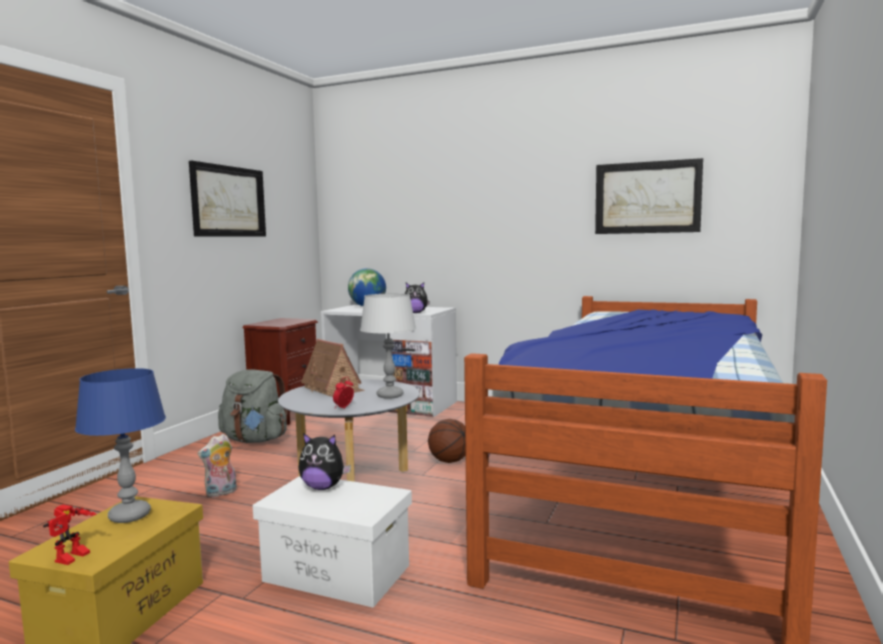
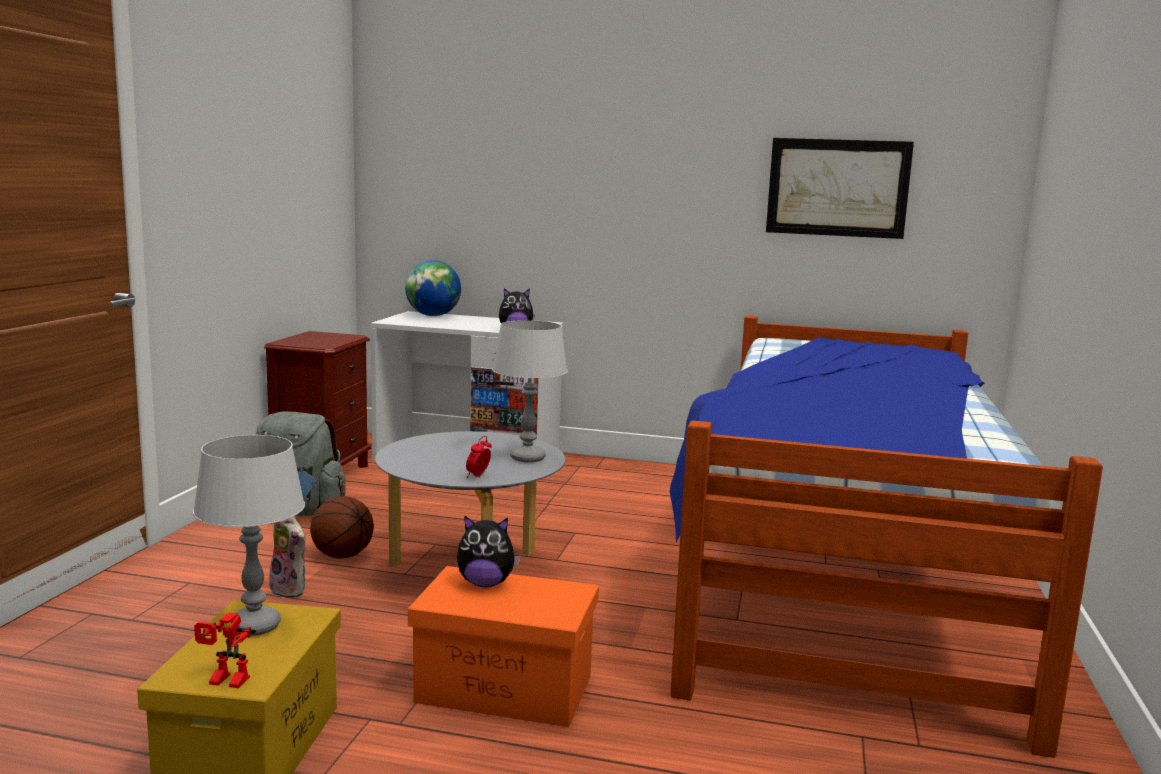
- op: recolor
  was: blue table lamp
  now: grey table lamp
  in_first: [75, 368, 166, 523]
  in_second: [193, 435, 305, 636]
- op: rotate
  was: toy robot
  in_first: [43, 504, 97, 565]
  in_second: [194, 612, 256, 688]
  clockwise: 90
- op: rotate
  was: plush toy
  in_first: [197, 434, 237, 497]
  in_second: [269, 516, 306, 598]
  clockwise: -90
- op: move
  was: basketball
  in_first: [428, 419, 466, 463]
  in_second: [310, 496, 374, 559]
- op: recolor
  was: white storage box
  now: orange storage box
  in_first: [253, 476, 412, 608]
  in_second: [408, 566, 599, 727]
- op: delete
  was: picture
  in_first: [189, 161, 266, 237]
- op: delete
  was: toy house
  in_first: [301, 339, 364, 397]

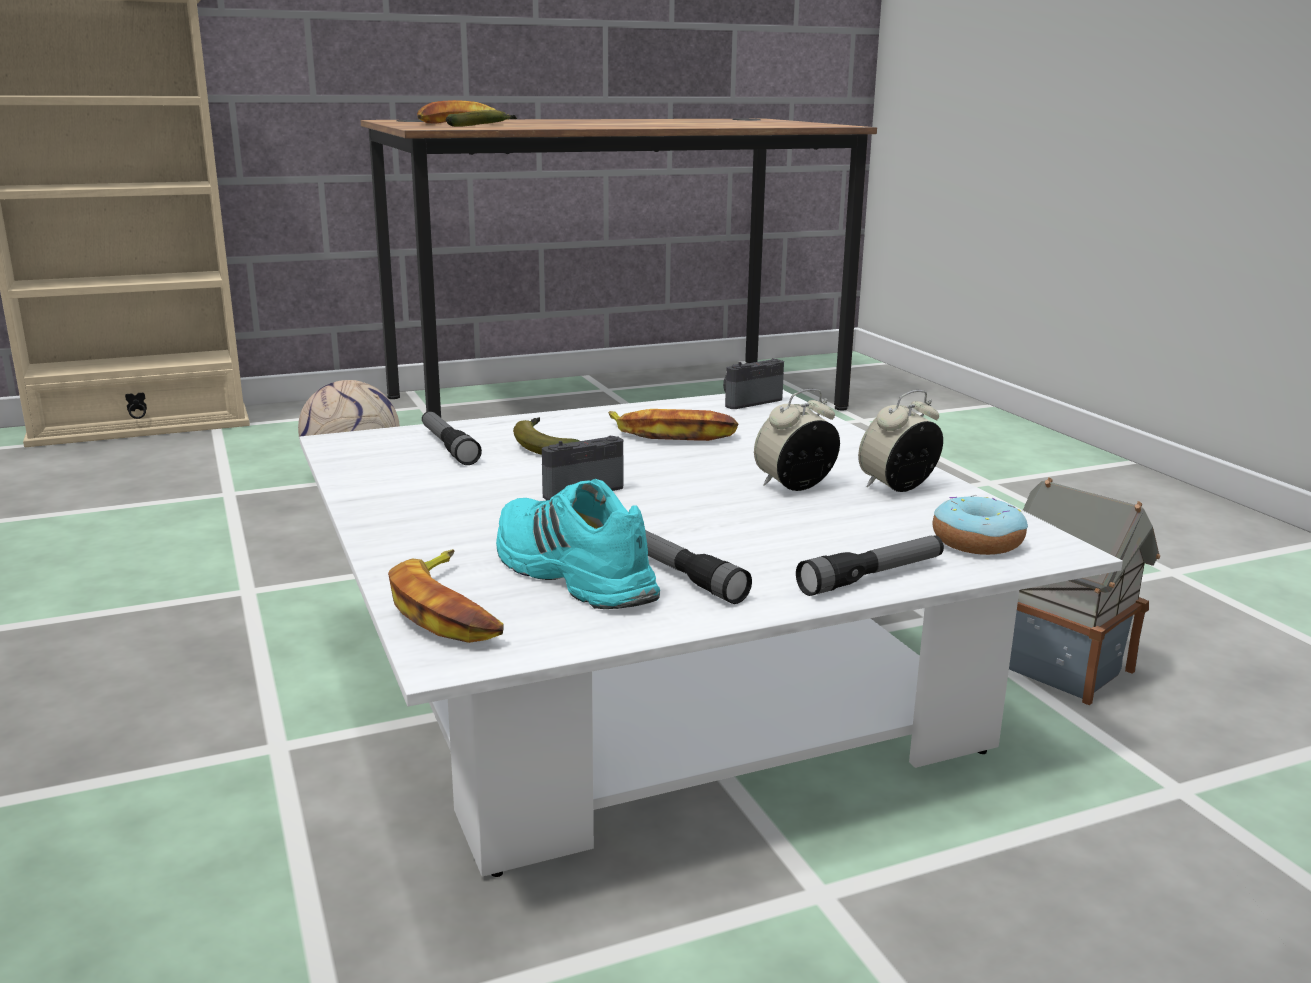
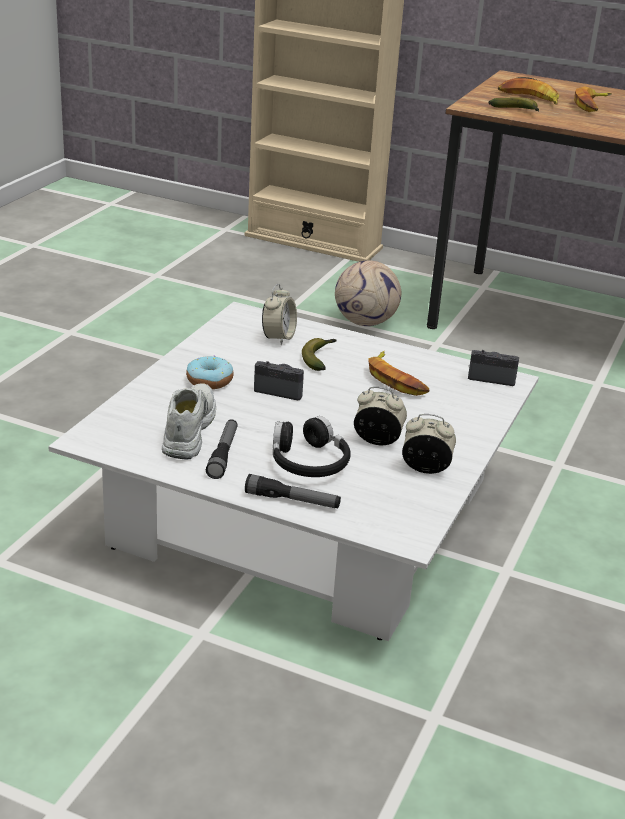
- op: recolor
  was: turquoise shoe
  now: white shoe
  in_first: [496, 479, 660, 609]
  in_second: [162, 383, 216, 460]
- op: move
  was: donut
  in_first: [932, 495, 1028, 555]
  in_second: [186, 356, 233, 389]
- op: replace
  was: flashlight
  now: alarm clock
  in_first: [422, 411, 482, 465]
  in_second: [262, 284, 297, 345]
- op: insert
  now: black headphones
  in_second: [273, 416, 351, 477]
- op: move
  was: banana
  in_first: [388, 549, 504, 643]
  in_second: [574, 86, 612, 112]
- op: delete
  was: toy house
  in_first: [1009, 477, 1160, 705]

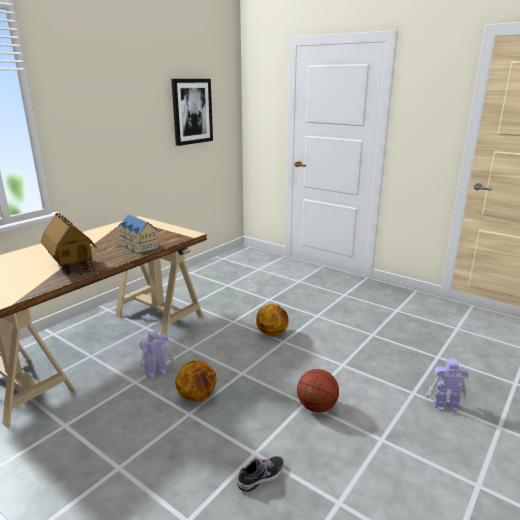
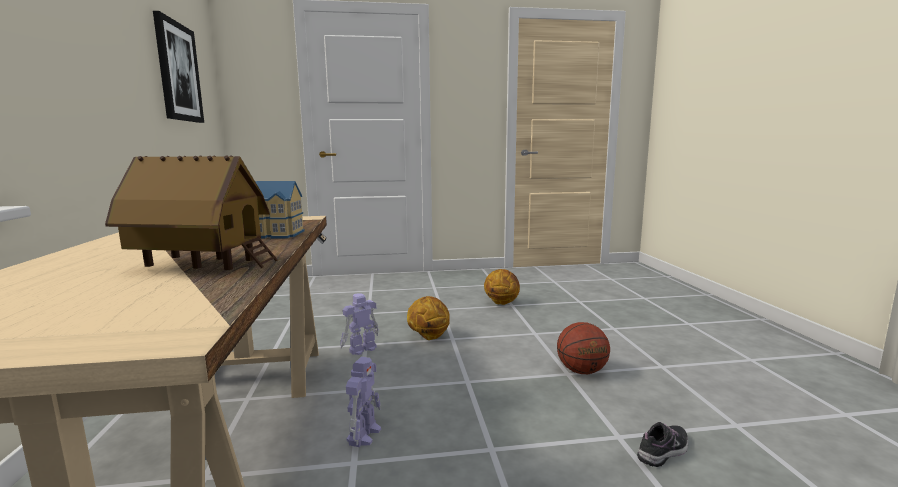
- op: move
  was: toy robot
  in_first: [425, 358, 469, 412]
  in_second: [340, 293, 379, 355]
- op: move
  was: basketball
  in_first: [175, 360, 217, 402]
  in_second: [484, 269, 520, 305]
- op: rotate
  was: shoe
  in_first: [237, 456, 284, 492]
  in_second: [637, 422, 688, 467]
  clockwise: 45

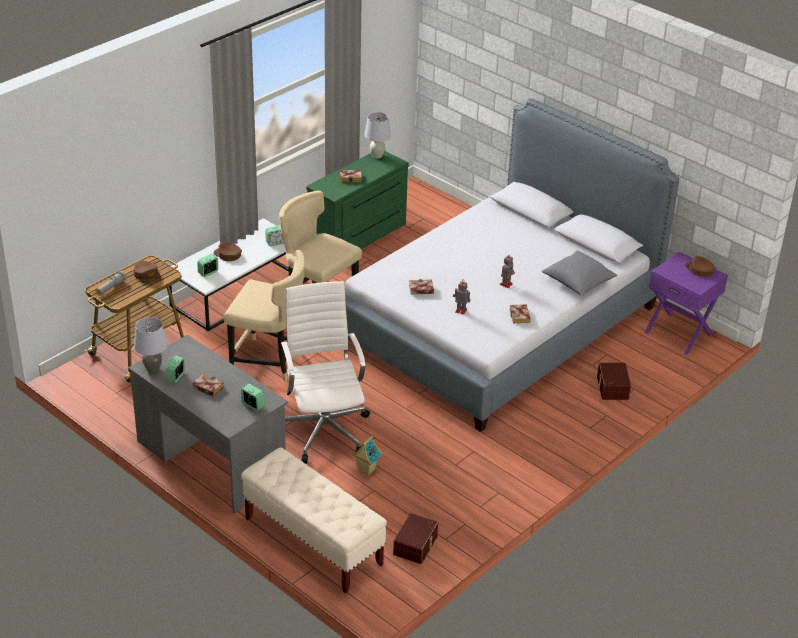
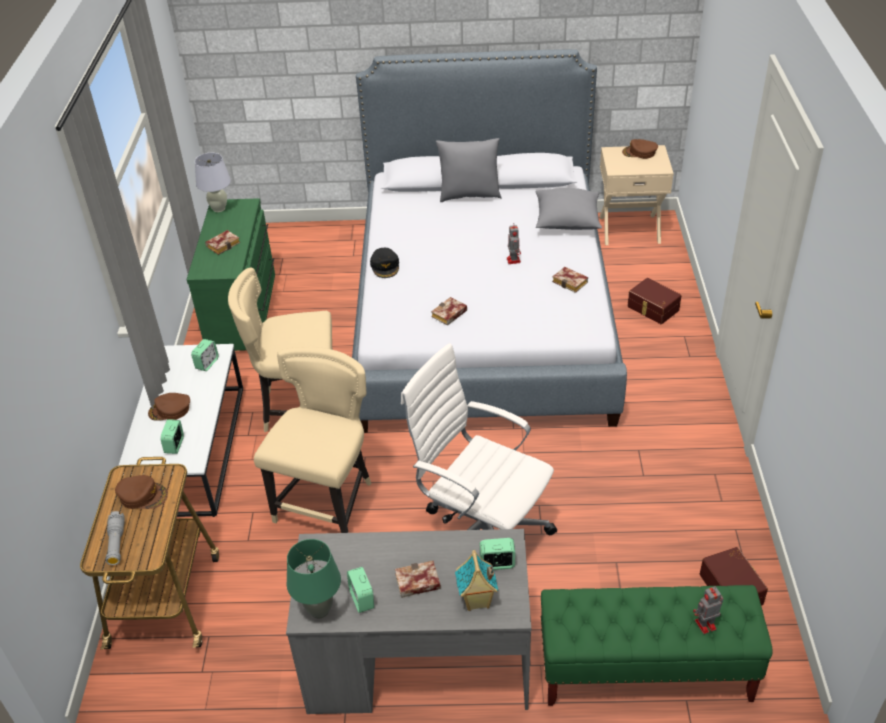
- op: rotate
  was: beige chair
  in_first: [224, 250, 305, 382]
  in_second: [254, 347, 372, 533]
  clockwise: -45
- op: recolor
  was: grey table lamp
  now: green table lamp
  in_first: [134, 317, 168, 373]
  in_second: [287, 539, 341, 619]
- op: insert
  now: black cap
  in_second: [370, 248, 399, 278]
- op: insert
  now: grey pillow
  in_second: [436, 138, 502, 202]
- op: move
  was: toy house
  in_first: [353, 436, 382, 476]
  in_second: [455, 550, 498, 611]
- op: recolor
  was: beige bench
  now: green bench
  in_first: [241, 447, 387, 593]
  in_second: [541, 585, 773, 706]
- op: recolor
  was: purple nightstand
  now: beige nightstand
  in_first: [644, 252, 728, 355]
  in_second: [600, 145, 674, 245]
- op: move
  was: toy robot
  in_first: [453, 281, 470, 314]
  in_second: [693, 586, 723, 634]

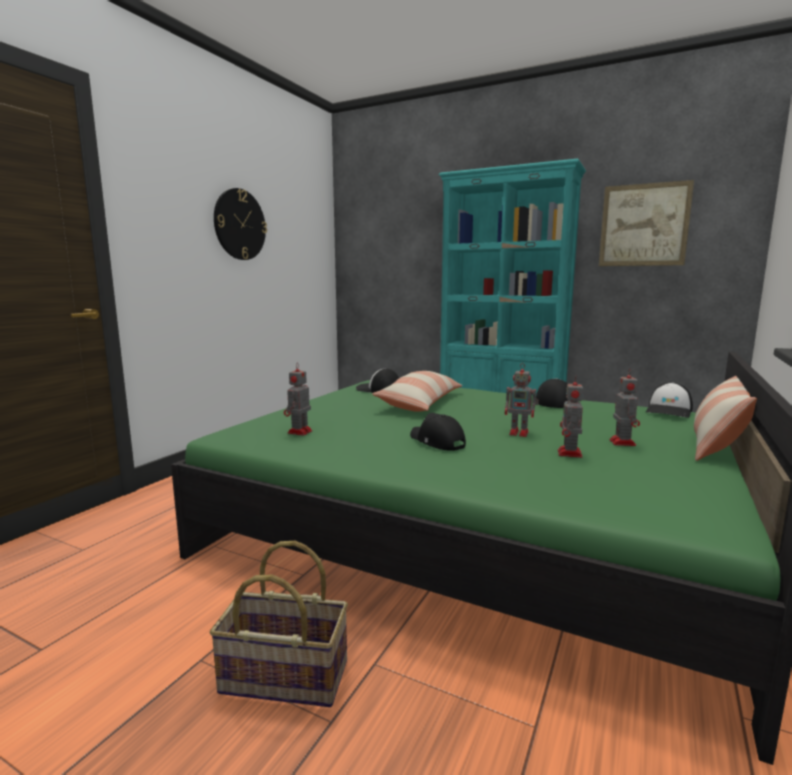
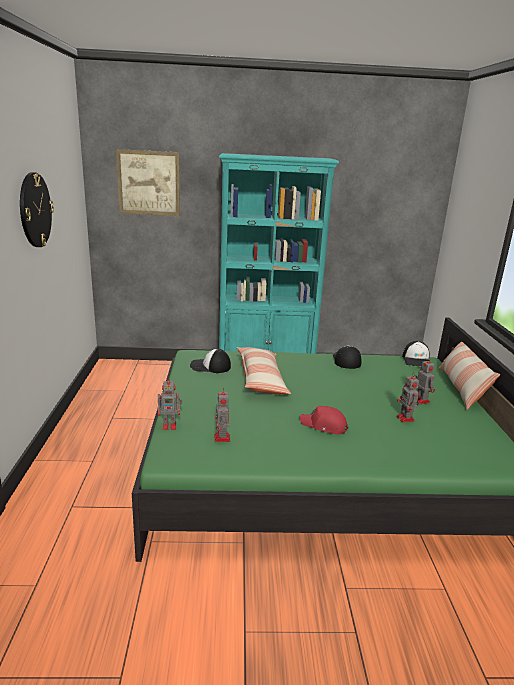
- op: move
  was: picture
  in_first: [599, 180, 694, 266]
  in_second: [116, 149, 180, 216]
- op: move
  was: toy robot
  in_first: [505, 363, 539, 437]
  in_second: [158, 377, 182, 430]
- op: recolor
  was: black cap
  now: red cap
  in_first: [410, 413, 466, 451]
  in_second: [300, 406, 348, 434]
- op: delete
  was: basket
  in_first: [209, 541, 348, 707]

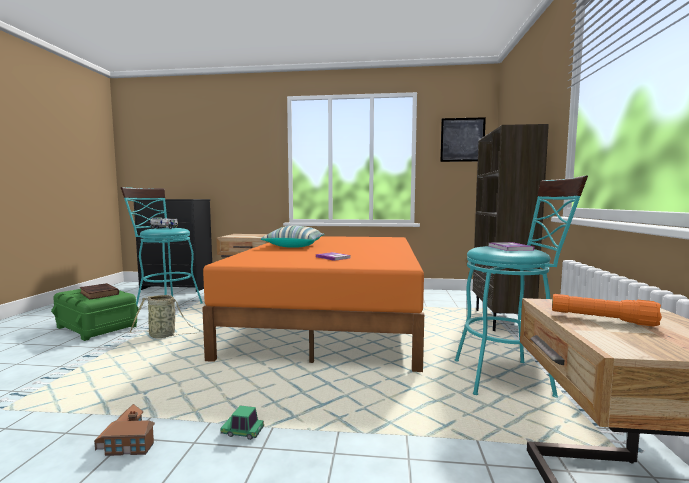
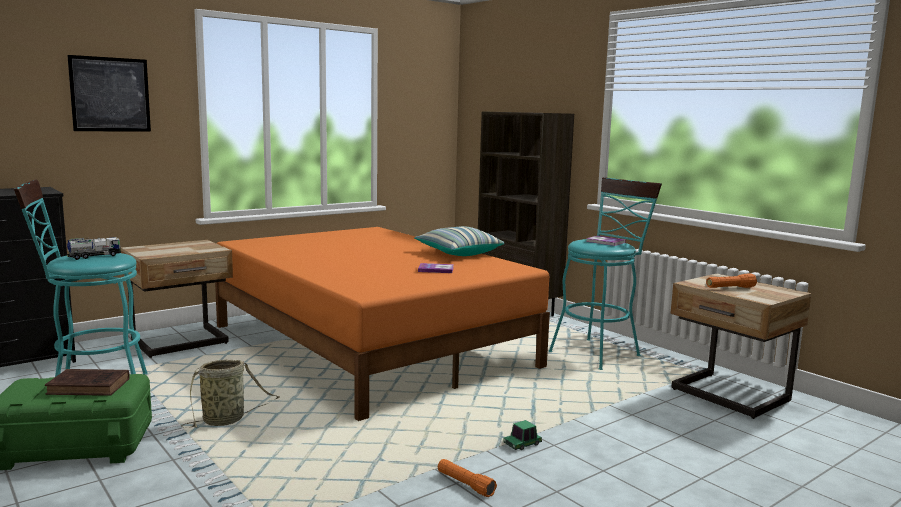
- op: move
  was: picture
  in_first: [440, 117, 486, 162]
  in_second: [67, 55, 151, 132]
- op: move
  was: pillow
  in_first: [261, 225, 324, 248]
  in_second: [414, 226, 504, 256]
- op: replace
  was: toy house
  now: orange flashlight
  in_first: [94, 404, 155, 456]
  in_second: [438, 459, 497, 497]

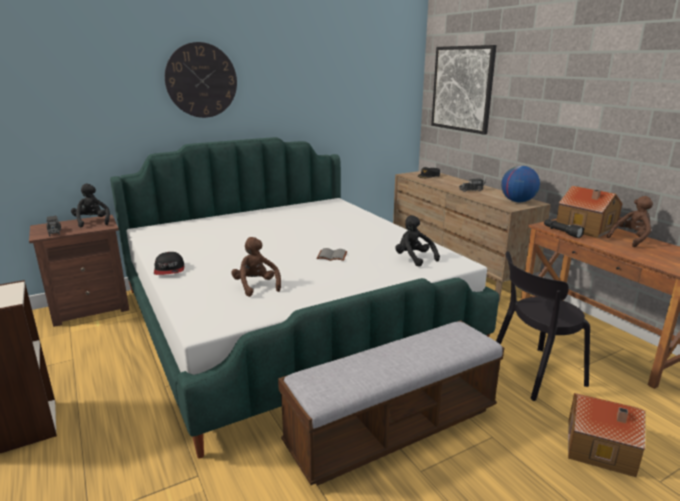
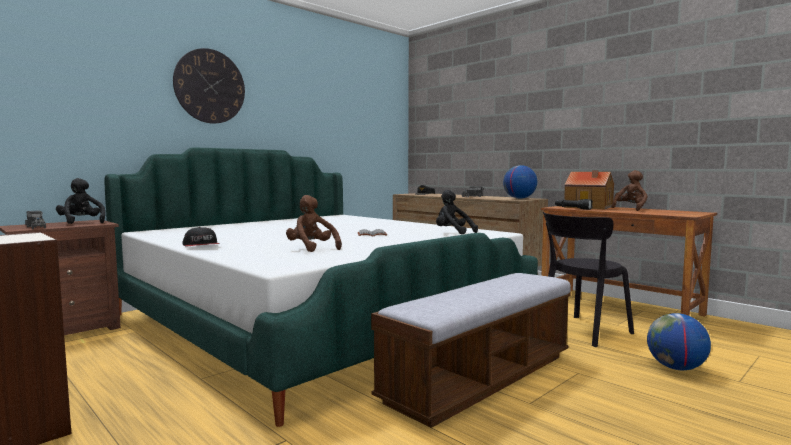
- op: replace
  was: toy house
  now: globe
  in_first: [568, 393, 646, 477]
  in_second: [647, 313, 711, 370]
- op: delete
  was: picture
  in_first: [431, 45, 497, 135]

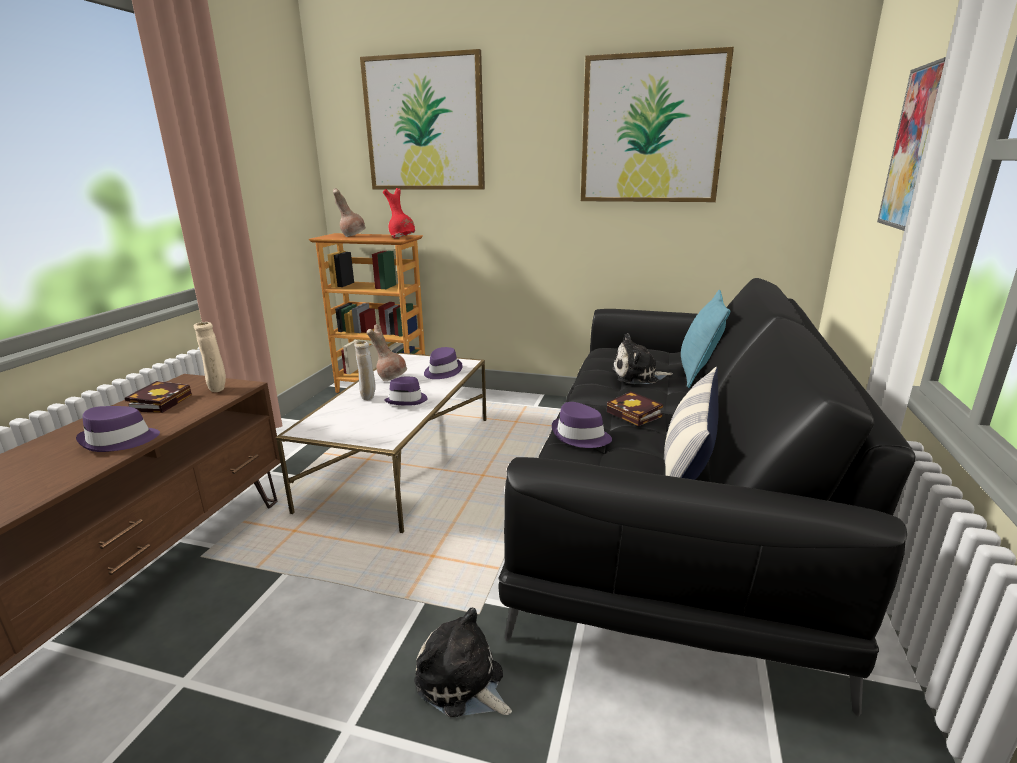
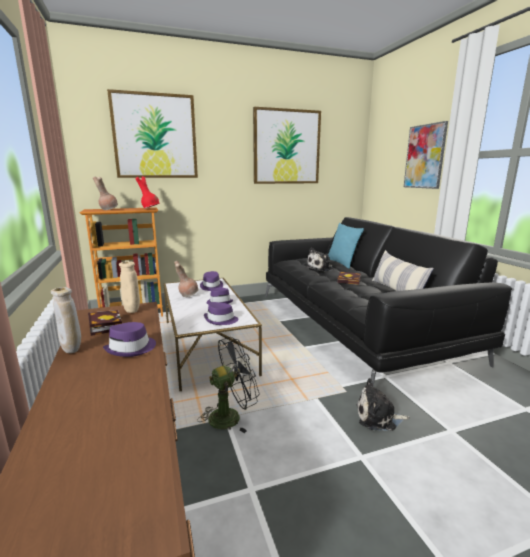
- op: move
  was: beige vase
  in_first: [354, 341, 376, 400]
  in_second: [51, 287, 81, 353]
- op: insert
  now: black fan
  in_second: [197, 337, 260, 433]
- op: move
  was: purple hat
  in_first: [552, 402, 612, 448]
  in_second: [204, 302, 239, 325]

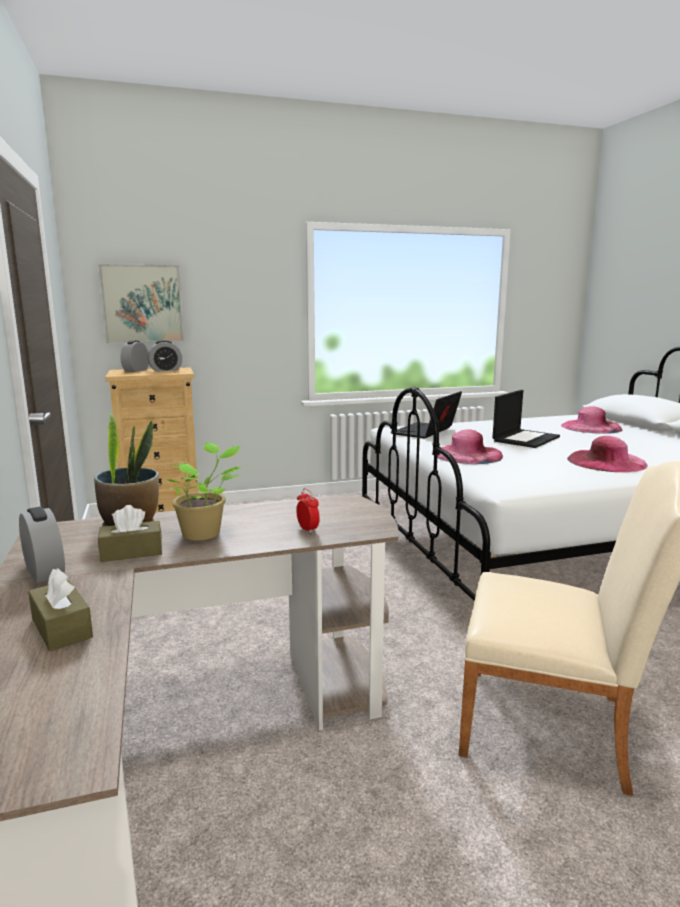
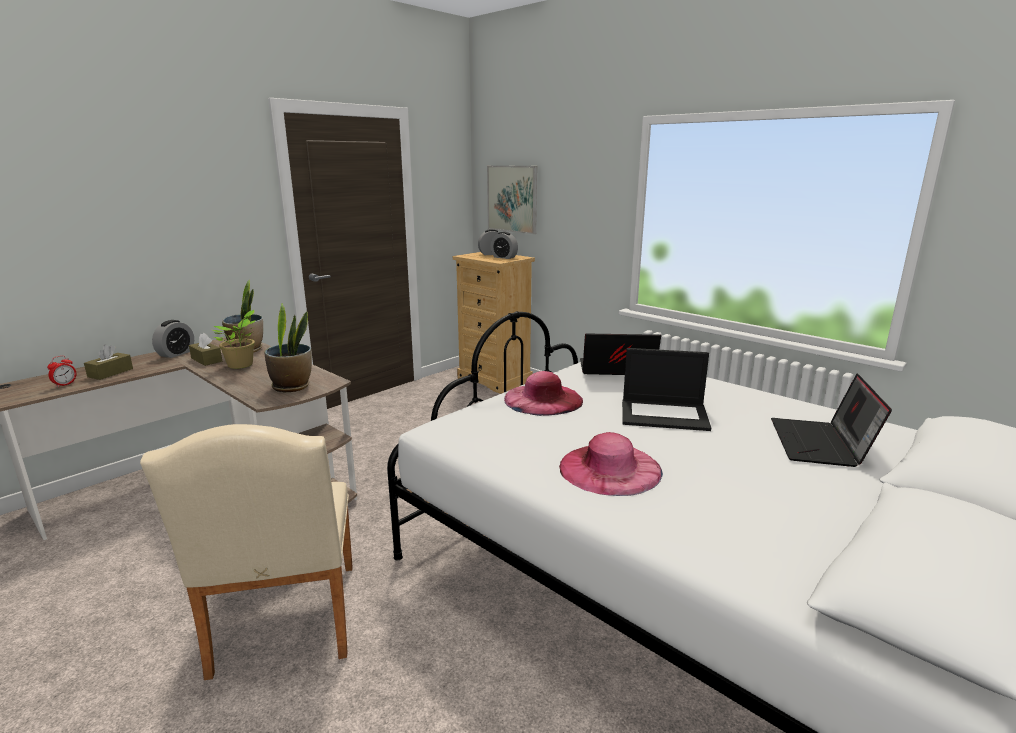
- op: move
  was: alarm clock
  in_first: [296, 488, 320, 534]
  in_second: [47, 356, 77, 388]
- op: insert
  now: potted plant
  in_second: [265, 304, 312, 392]
- op: replace
  was: pink hat
  now: laptop
  in_first: [561, 406, 622, 434]
  in_second: [771, 374, 892, 467]

